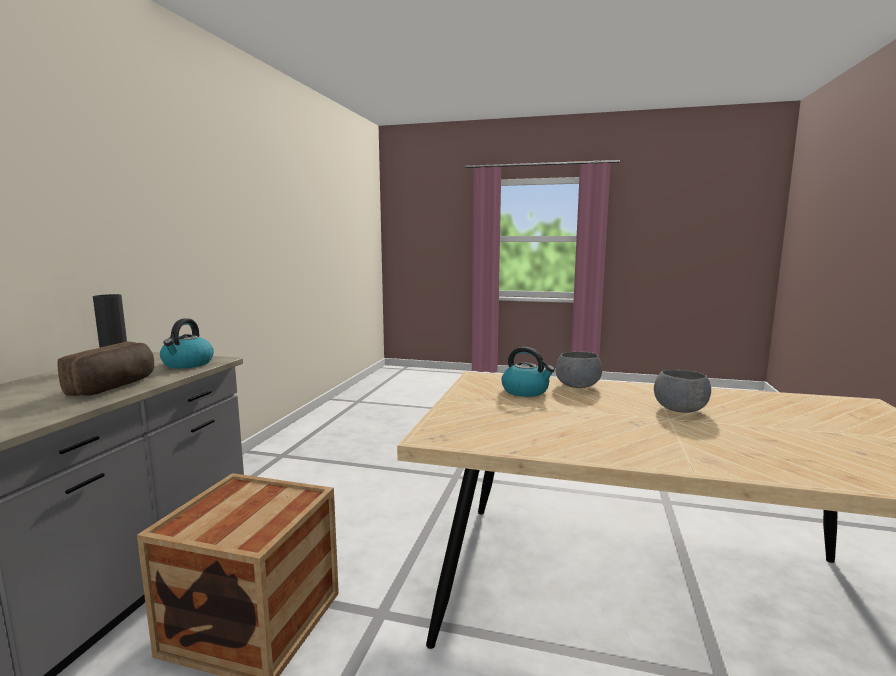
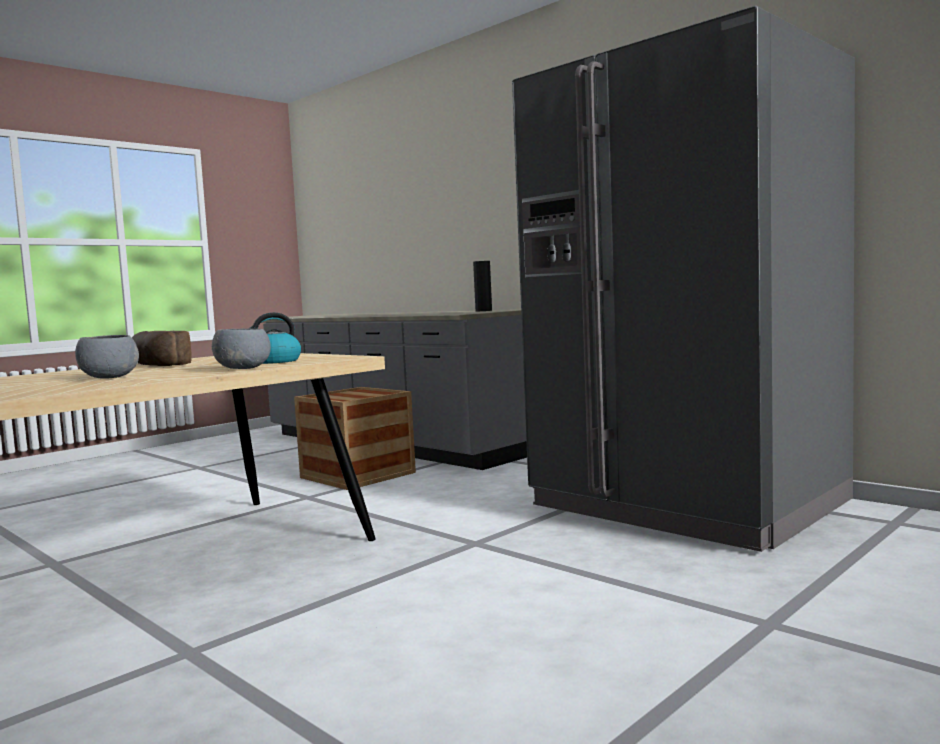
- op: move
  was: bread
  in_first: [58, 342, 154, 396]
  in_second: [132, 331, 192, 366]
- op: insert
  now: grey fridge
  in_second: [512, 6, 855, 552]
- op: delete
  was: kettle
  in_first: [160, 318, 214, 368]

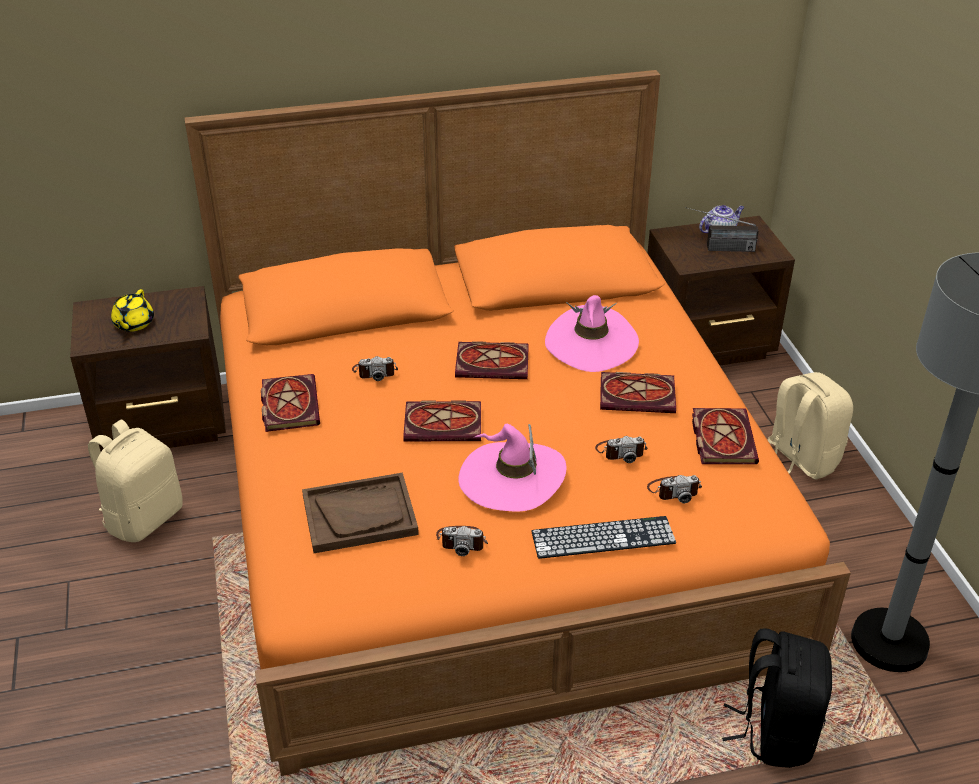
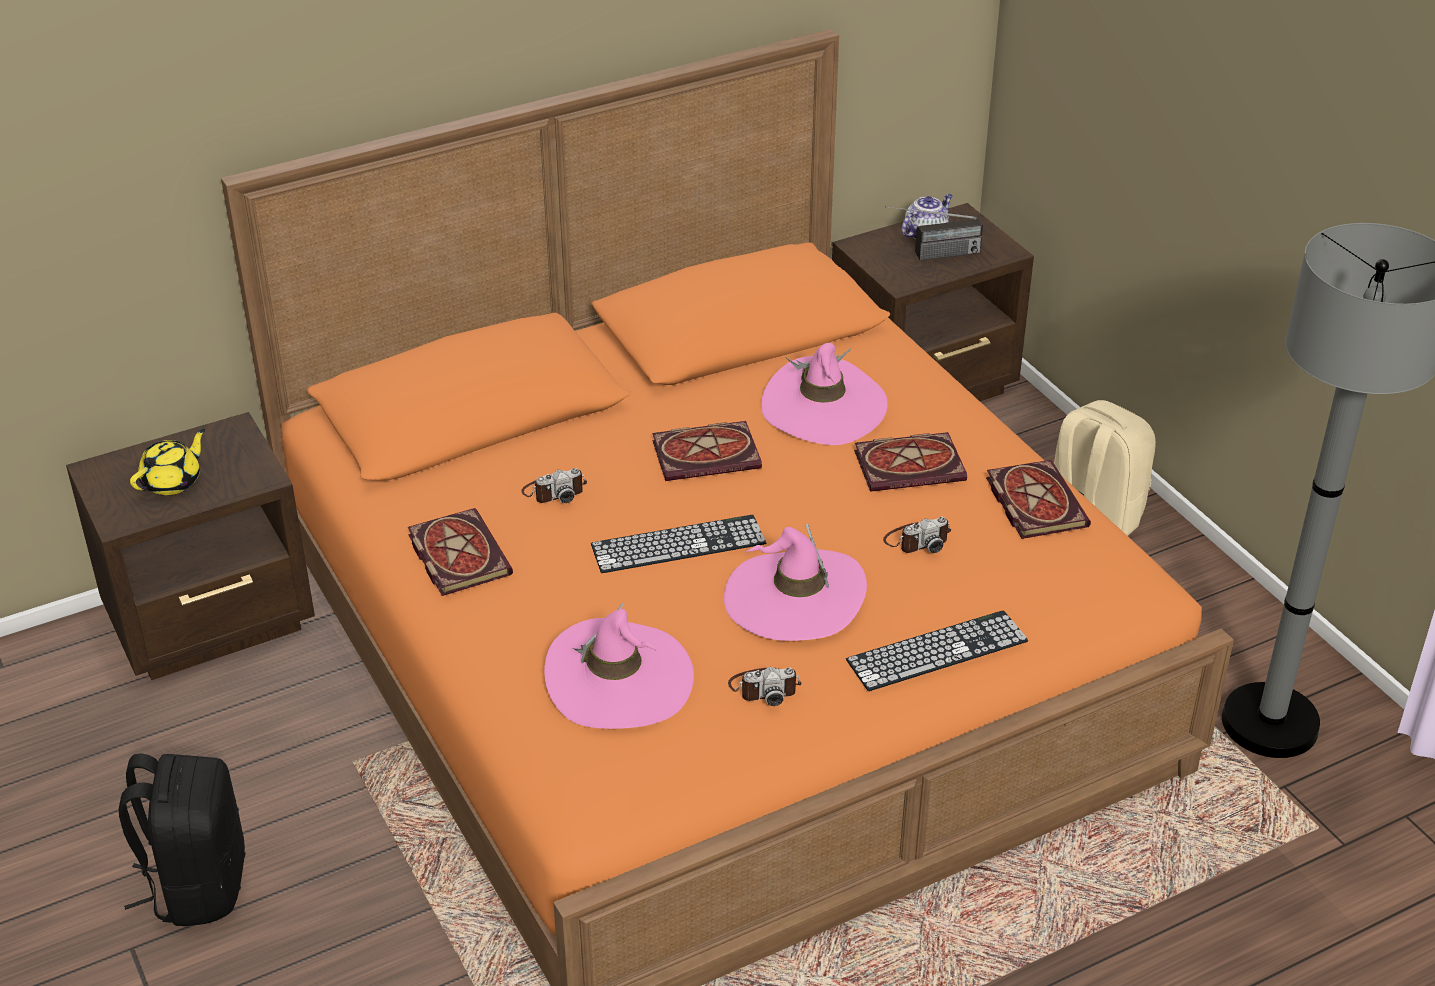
- op: move
  was: black backpack
  in_first: [722, 628, 832, 768]
  in_second: [119, 753, 245, 926]
- op: rotate
  was: yellow teapot
  in_first: [111, 289, 154, 332]
  in_second: [130, 429, 205, 495]
  clockwise: -135
- op: replace
  was: brown tray
  now: pink hat
  in_first: [302, 473, 419, 553]
  in_second: [544, 603, 694, 729]
- op: replace
  was: book
  now: keyboard
  in_first: [403, 400, 481, 441]
  in_second: [591, 515, 766, 573]
- op: delete
  was: beige backpack
  in_first: [88, 419, 183, 542]
- op: delete
  was: photo camera
  in_first: [647, 475, 702, 503]

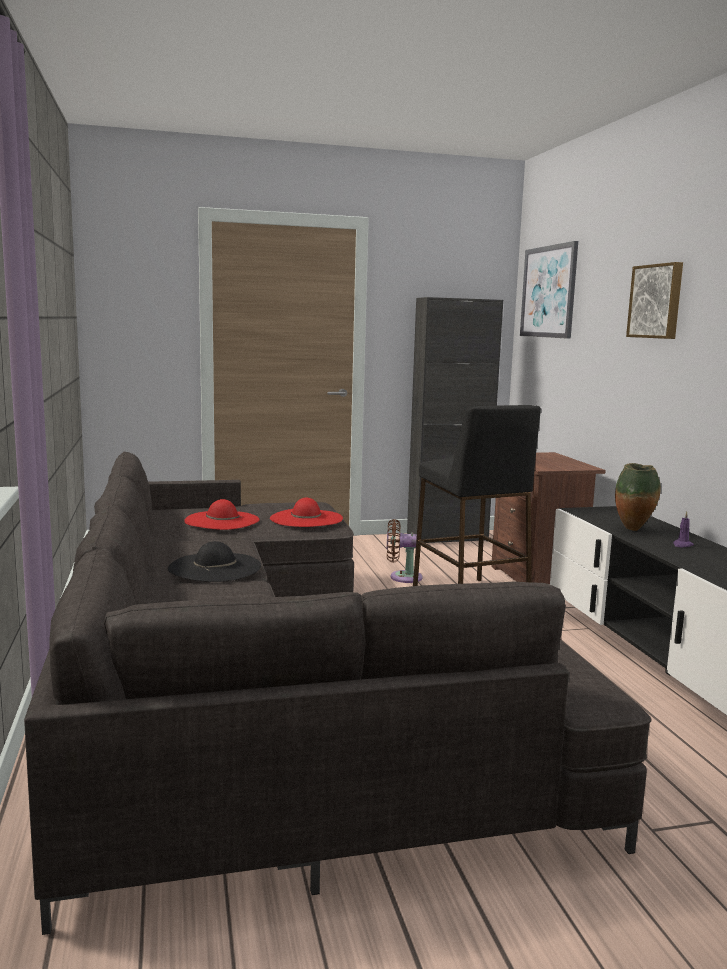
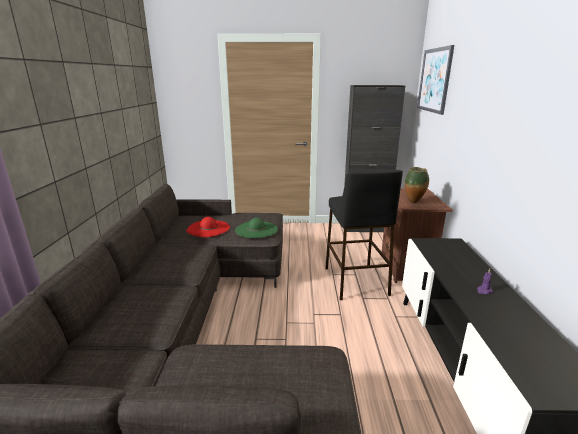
- op: recolor
  was: red hat
  now: green hat
  in_first: [270, 497, 343, 527]
  in_second: [235, 217, 278, 238]
- op: move
  was: vase
  in_first: [615, 463, 661, 531]
  in_second: [405, 167, 429, 203]
- op: delete
  was: black hat
  in_first: [168, 541, 261, 582]
- op: delete
  was: brown fan
  in_first: [387, 519, 422, 583]
- op: delete
  was: picture
  in_first: [626, 262, 683, 339]

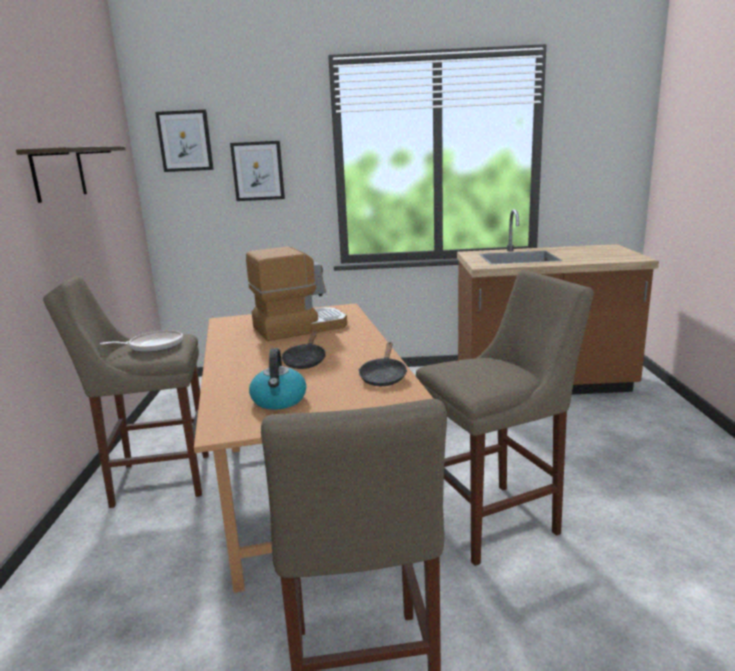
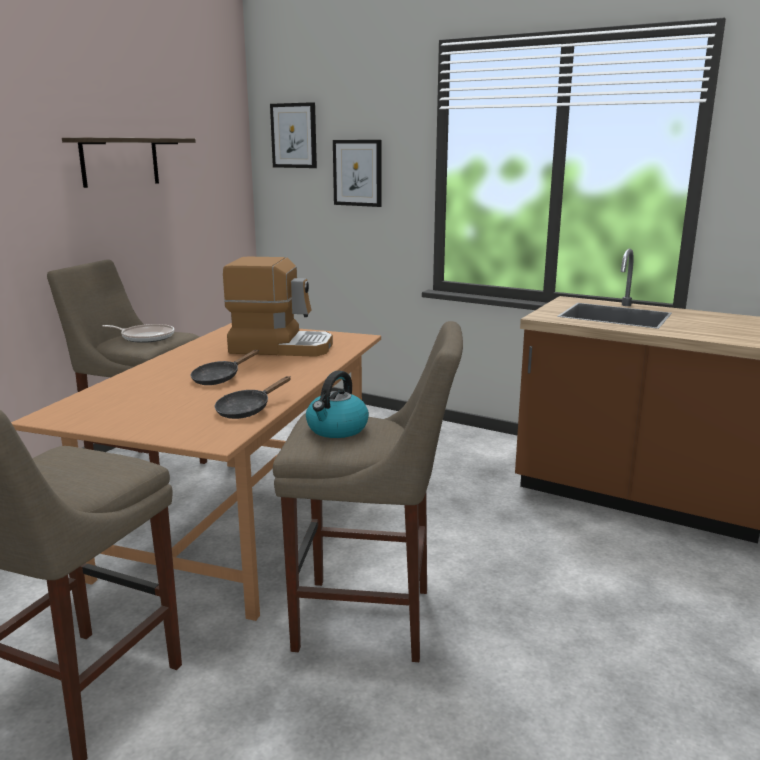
- op: move
  was: kettle
  in_first: [249, 348, 306, 410]
  in_second: [306, 371, 369, 438]

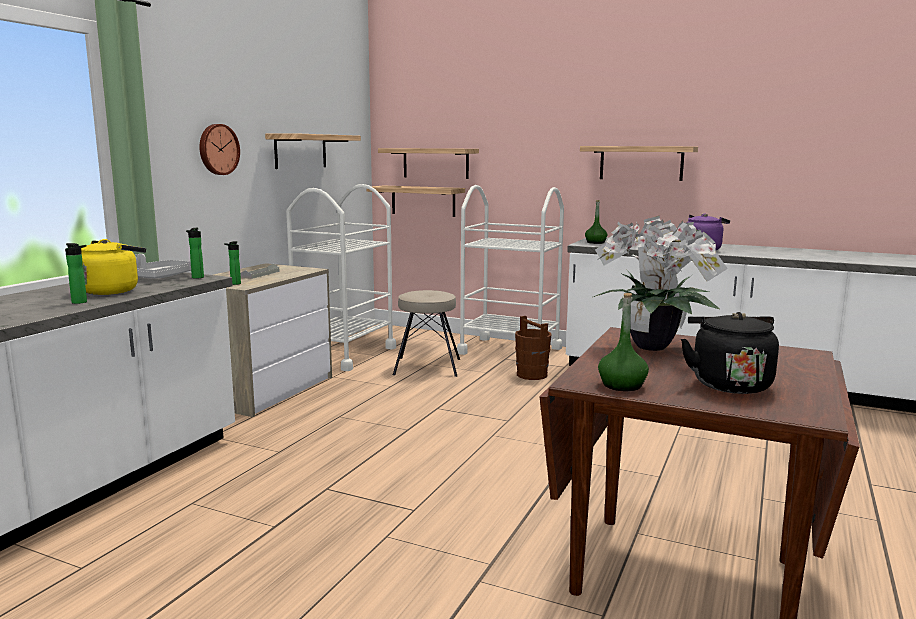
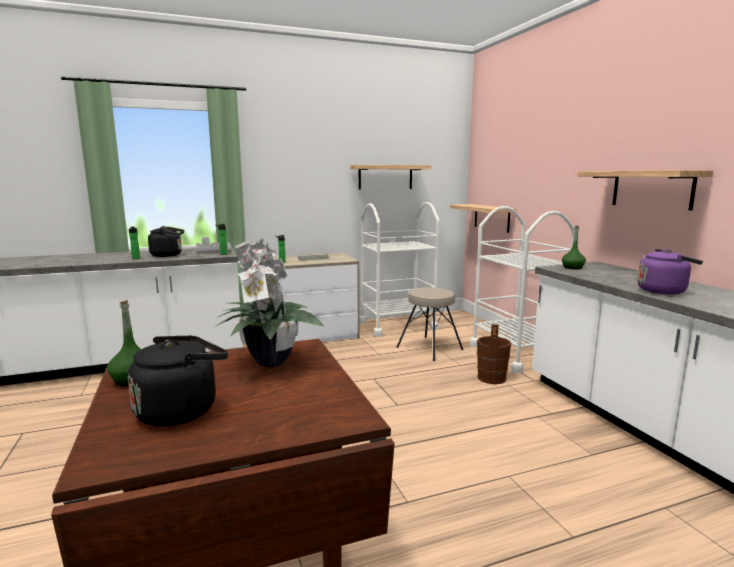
- op: recolor
  was: yellow kettle
  now: black kettle
  in_first: [81, 239, 146, 295]
  in_second: [148, 226, 184, 257]
- op: delete
  was: wall clock
  in_first: [199, 124, 240, 175]
- op: delete
  was: shelf
  in_first: [378, 148, 479, 179]

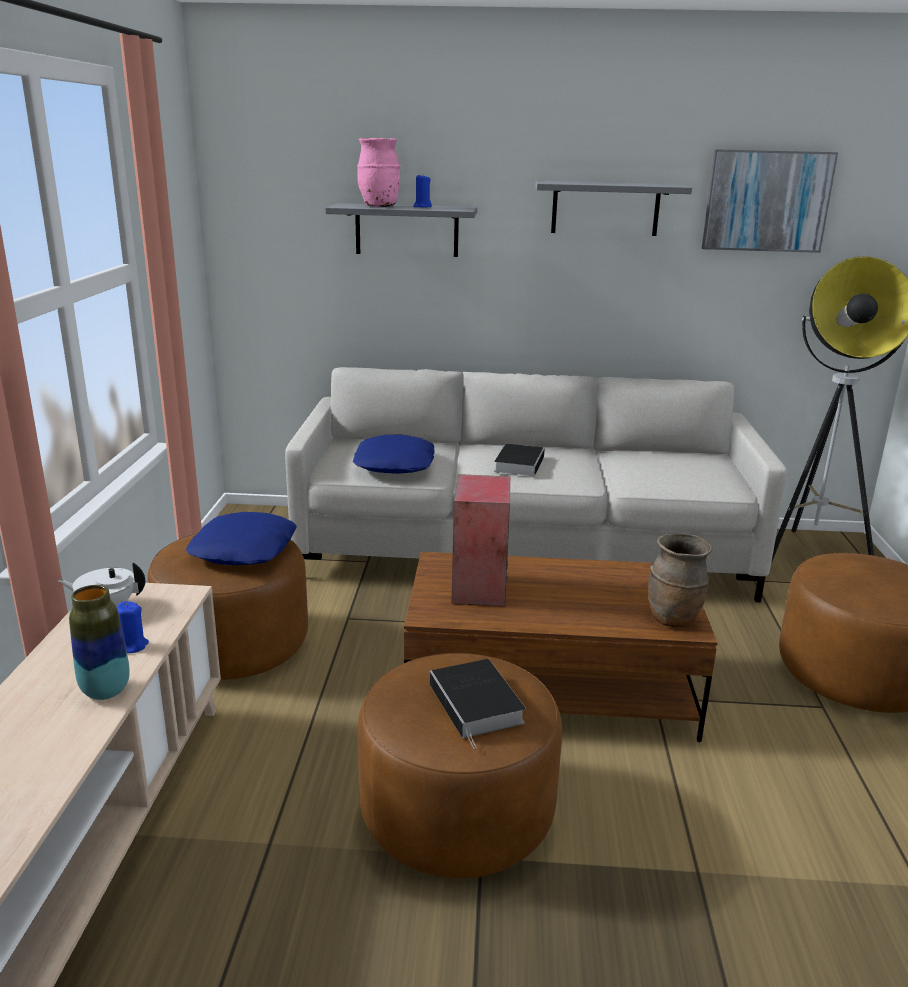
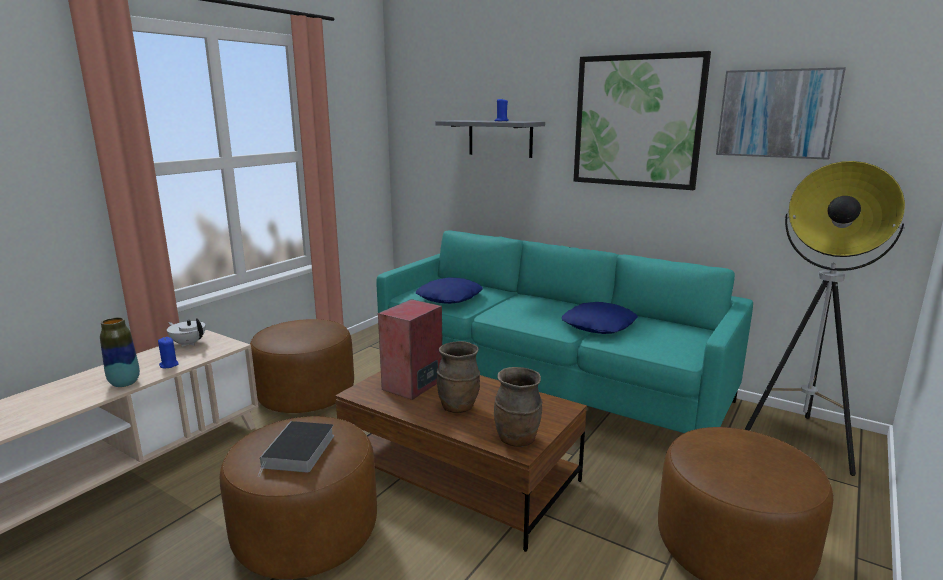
- op: recolor
  was: grey sofa
  now: turquoise sofa
  in_first: [285, 367, 787, 602]
  in_second: [377, 230, 753, 433]
- op: insert
  now: brown vase
  in_second: [437, 341, 480, 413]
- op: move
  was: blue pillow
  in_first: [186, 512, 297, 565]
  in_second: [562, 302, 638, 334]
- op: replace
  was: grey shelf
  now: picture
  in_first: [535, 181, 692, 236]
  in_second: [574, 51, 711, 190]
- op: delete
  was: pink vase
  in_first: [357, 138, 401, 207]
- op: delete
  was: book
  in_first: [494, 444, 545, 476]

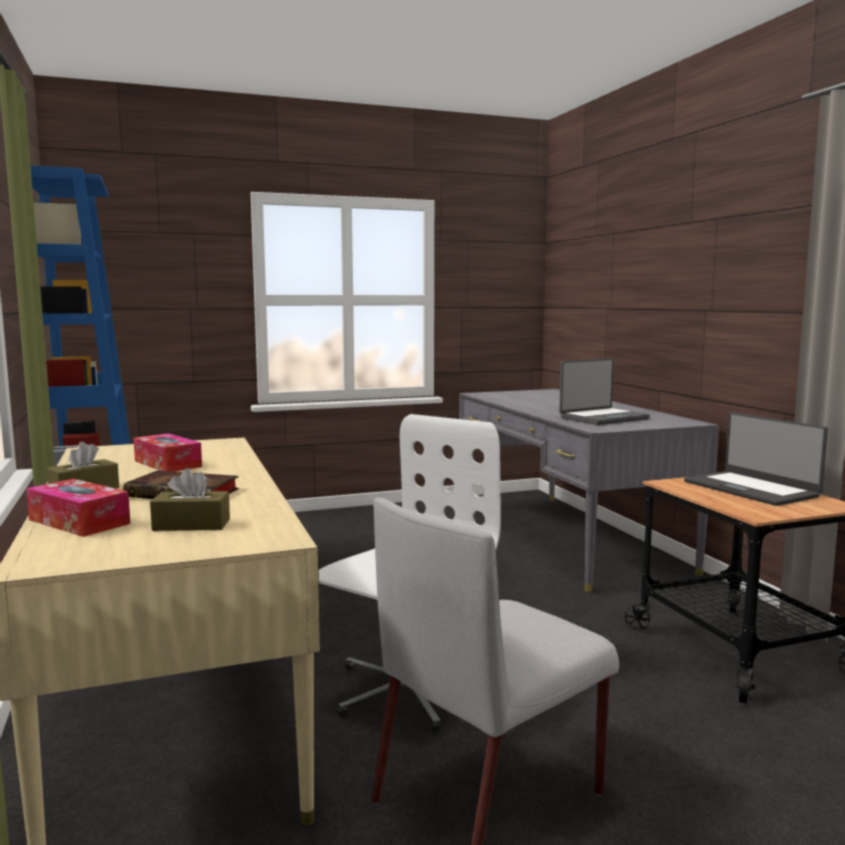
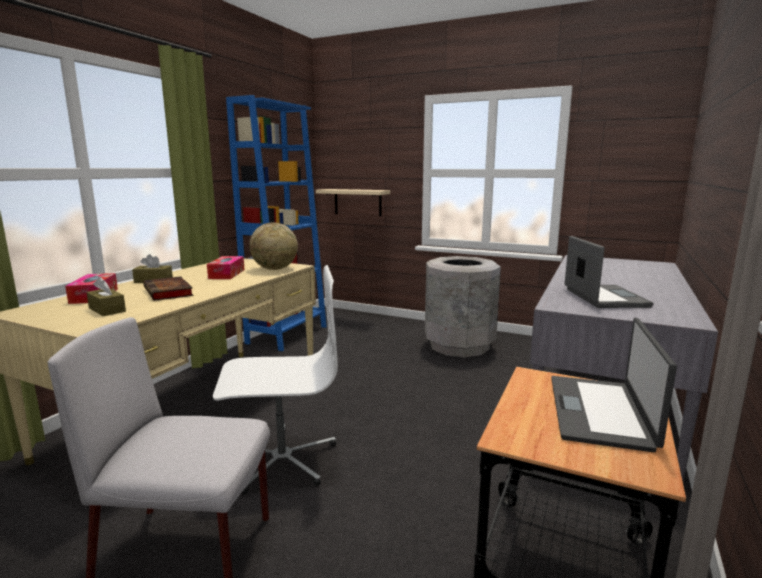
- op: insert
  now: globe
  in_second: [249, 222, 298, 270]
- op: insert
  now: beige shelf
  in_second: [316, 189, 390, 216]
- op: insert
  now: grey trash can
  in_second: [425, 256, 501, 357]
- op: rotate
  was: laptop
  in_first: [559, 358, 650, 425]
  in_second: [565, 236, 653, 308]
  clockwise: -105

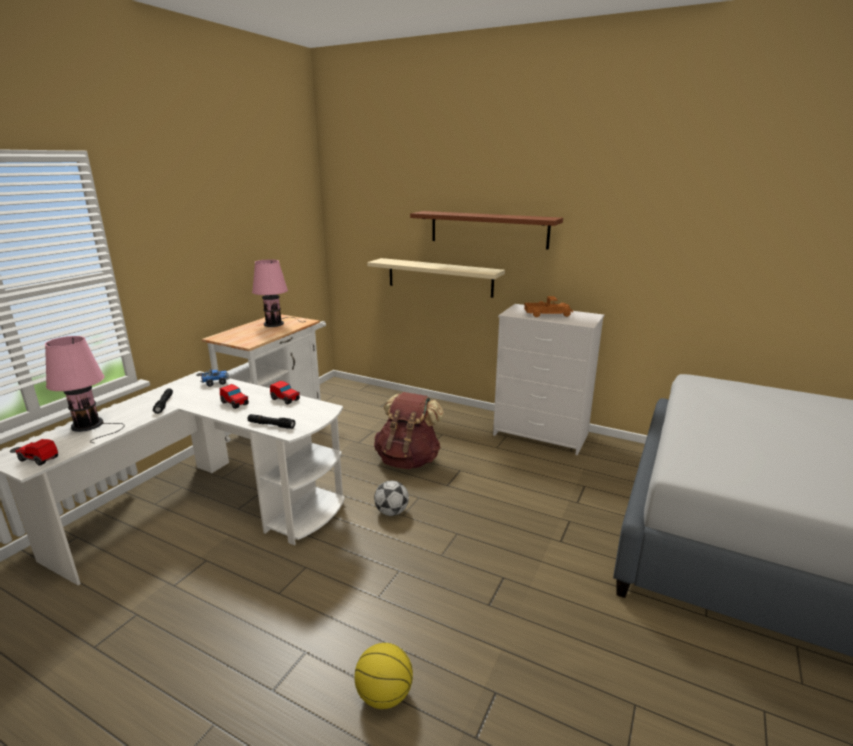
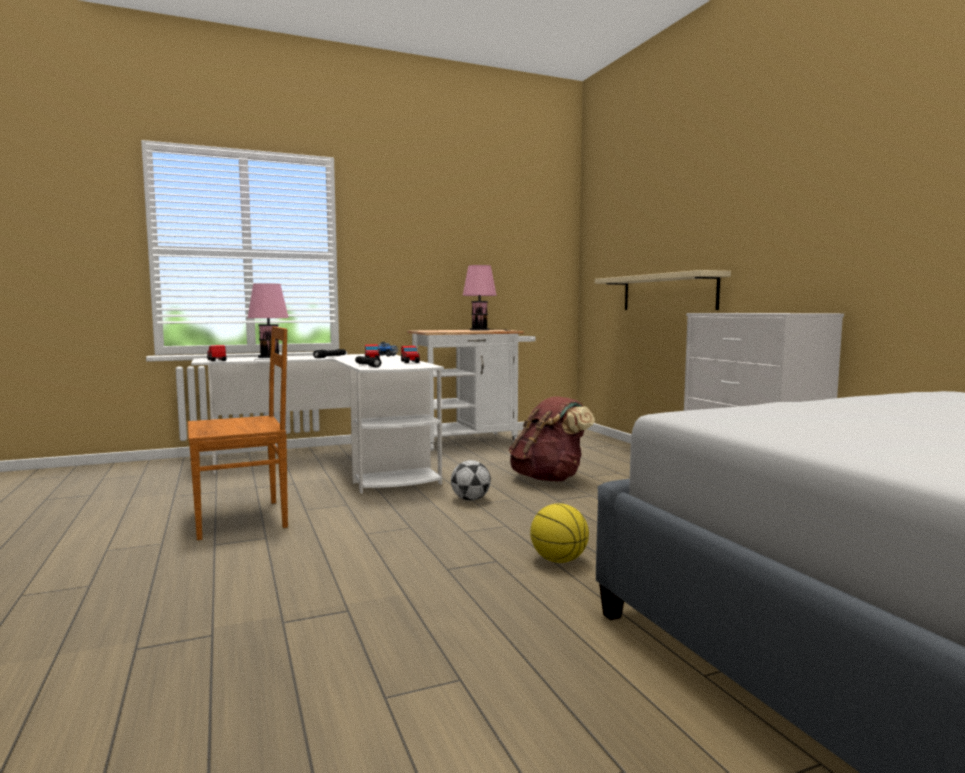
- op: insert
  now: brown chair
  in_second: [188, 326, 288, 540]
- op: move
  was: basketball
  in_first: [354, 643, 413, 709]
  in_second: [530, 503, 589, 563]
- op: delete
  was: brown shelf
  in_first: [410, 211, 563, 250]
- op: delete
  was: toy truck
  in_first: [524, 296, 573, 317]

